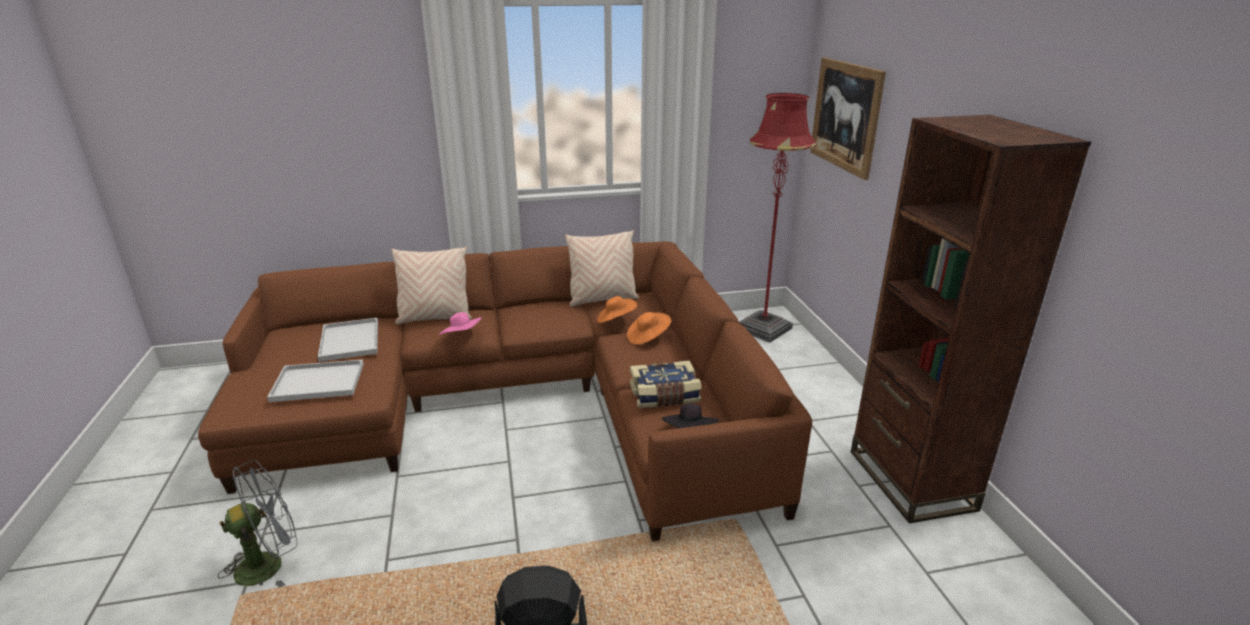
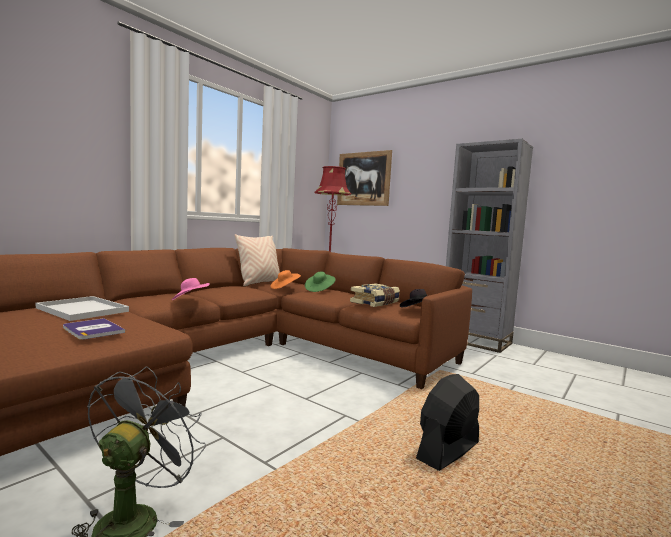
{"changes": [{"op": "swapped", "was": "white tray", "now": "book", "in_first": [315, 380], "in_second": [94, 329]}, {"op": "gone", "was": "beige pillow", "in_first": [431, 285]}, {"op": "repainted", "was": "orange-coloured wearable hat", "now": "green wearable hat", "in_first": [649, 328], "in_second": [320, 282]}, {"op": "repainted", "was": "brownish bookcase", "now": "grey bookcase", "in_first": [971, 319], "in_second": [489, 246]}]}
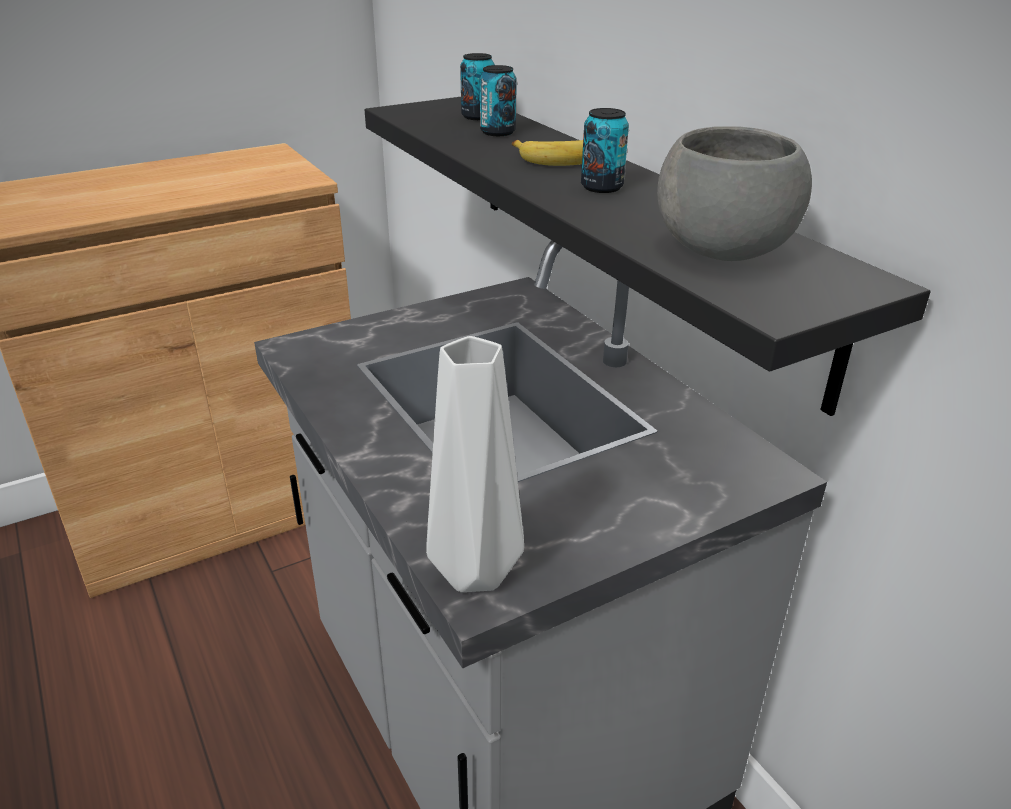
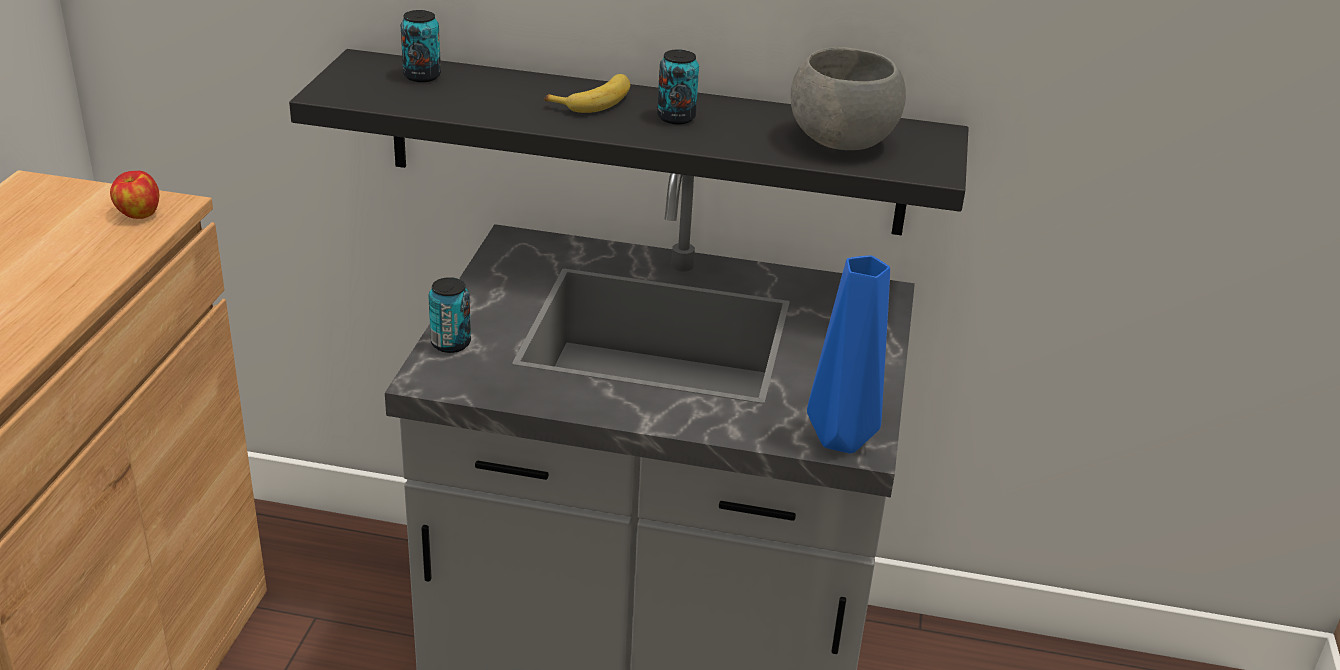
{"changes": [{"op": "repainted", "was": "grey decorative vase", "now": "blue decorative vase", "in_first": [475, 464], "in_second": [848, 354]}, {"op": "shifted", "was": "can", "in_first": [498, 100], "in_second": [449, 315]}, {"op": "new", "now": "whole apple", "in_second": [134, 195]}]}
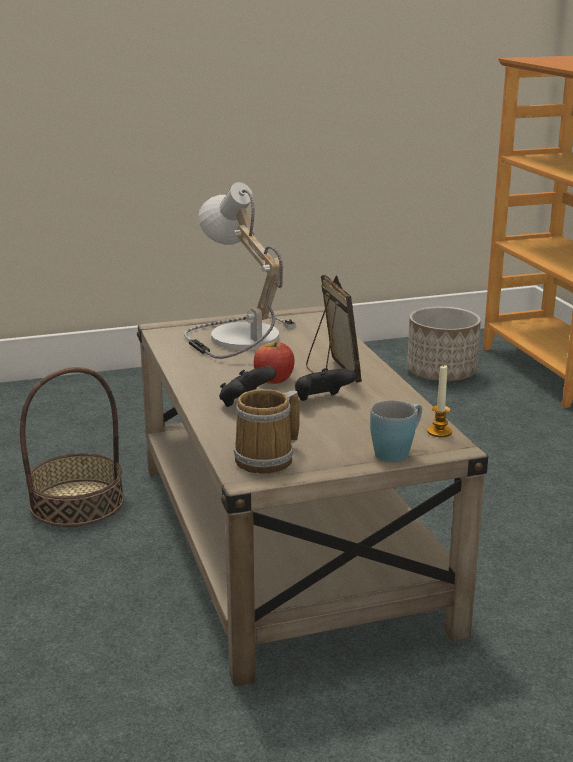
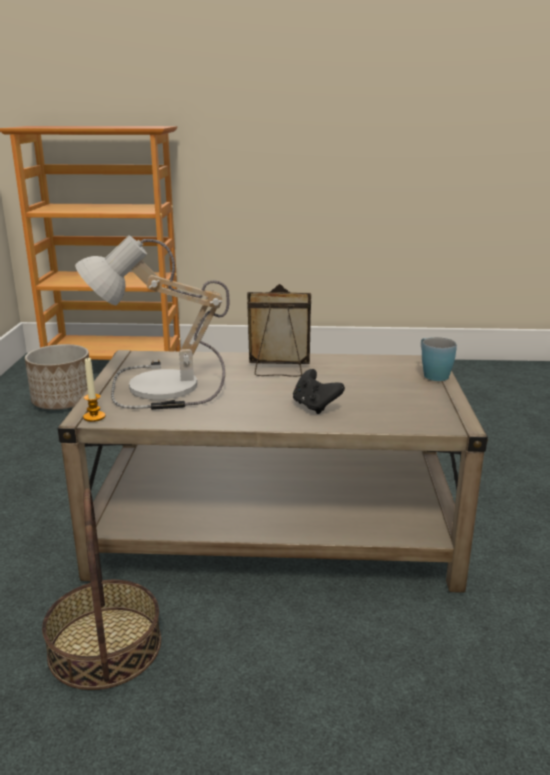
{"changes": [{"op": "gone", "was": "mug", "in_first": [266, 431]}, {"op": "gone", "was": "whole apple", "in_first": [274, 363]}, {"op": "gone", "was": "blackish game controller", "in_first": [325, 384]}, {"op": "shifted", "was": "wax light", "in_first": [439, 401], "in_second": [94, 389]}]}
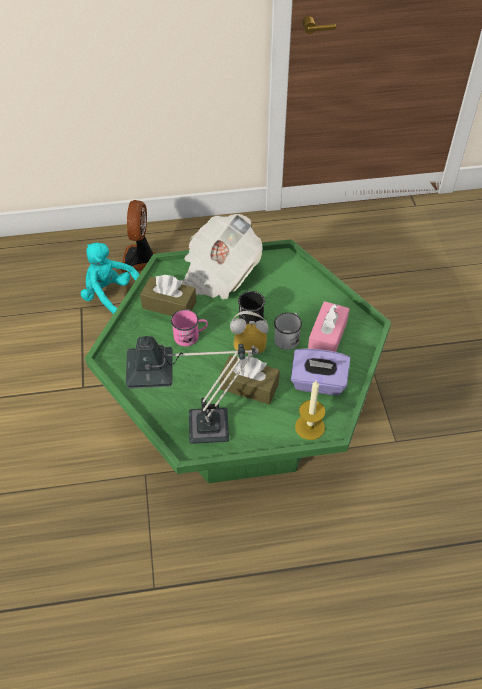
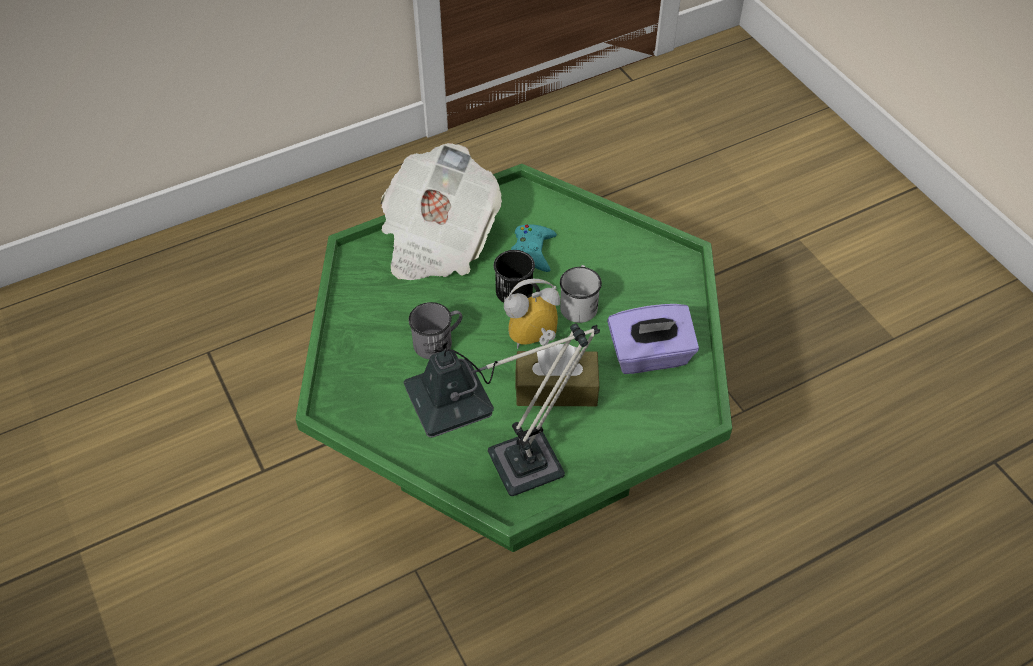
{"changes": [{"op": "gone", "was": "blue-green cuddly toy", "in_first": [110, 278]}, {"op": "gone", "was": "electric fan", "in_first": [138, 236]}, {"op": "gone", "was": "brownish box of tissues", "in_first": [168, 295]}, {"op": "repainted", "was": "pink-coloured mug", "now": "grey mug", "in_first": [189, 327], "in_second": [435, 330]}, {"op": "gone", "was": "wax light", "in_first": [310, 410]}, {"op": "gone", "was": "pink-coloured box of tissues", "in_first": [328, 326]}, {"op": "new", "now": "blue-green game controller", "in_second": [534, 248]}]}
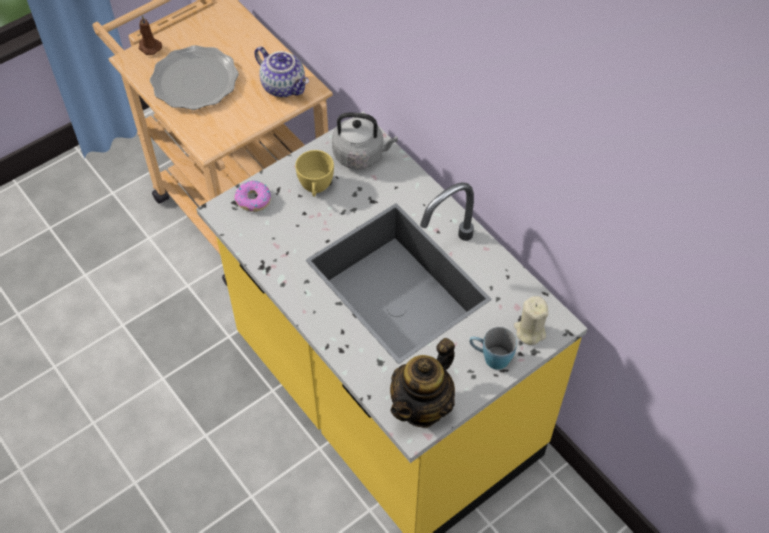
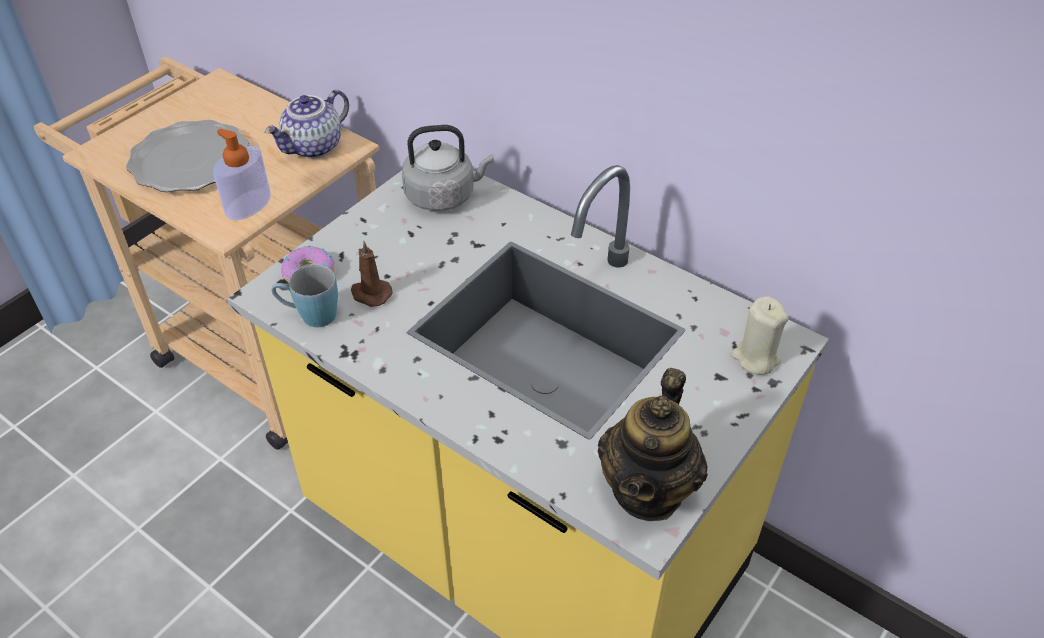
{"changes": [{"op": "shifted", "was": "brownish wax light", "in_first": [150, 35], "in_second": [371, 274]}, {"op": "rotated", "was": "tea pot", "in_first": [281, 72], "in_second": [307, 124], "clockwise": 105}, {"op": "gone", "was": "yellowish drinking cup", "in_first": [314, 173]}, {"op": "shifted", "was": "blue mug", "in_first": [493, 348], "in_second": [305, 296]}, {"op": "new", "now": "liquid soap bottle", "in_second": [242, 175]}]}
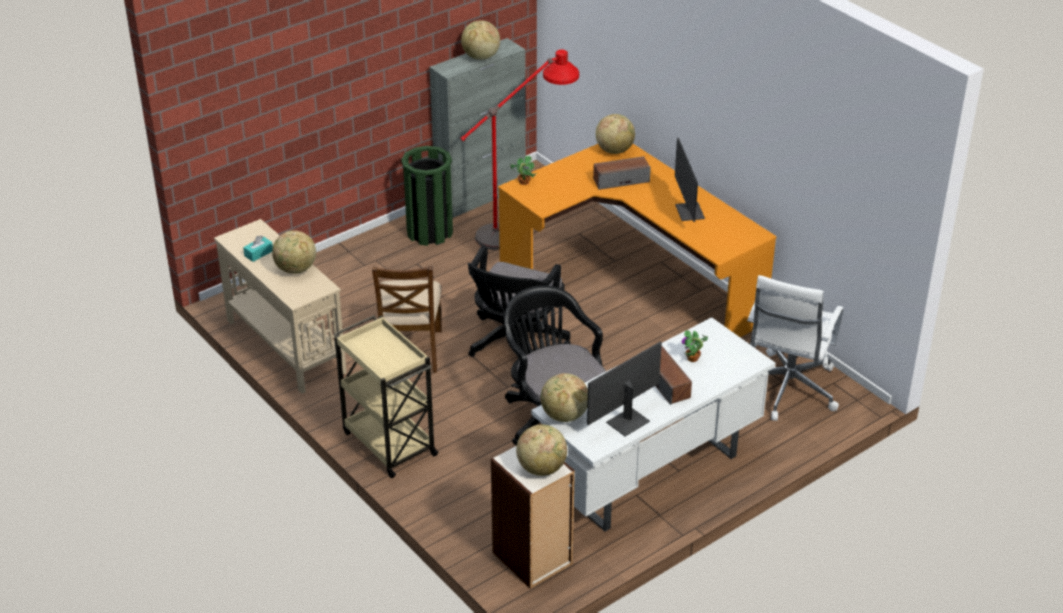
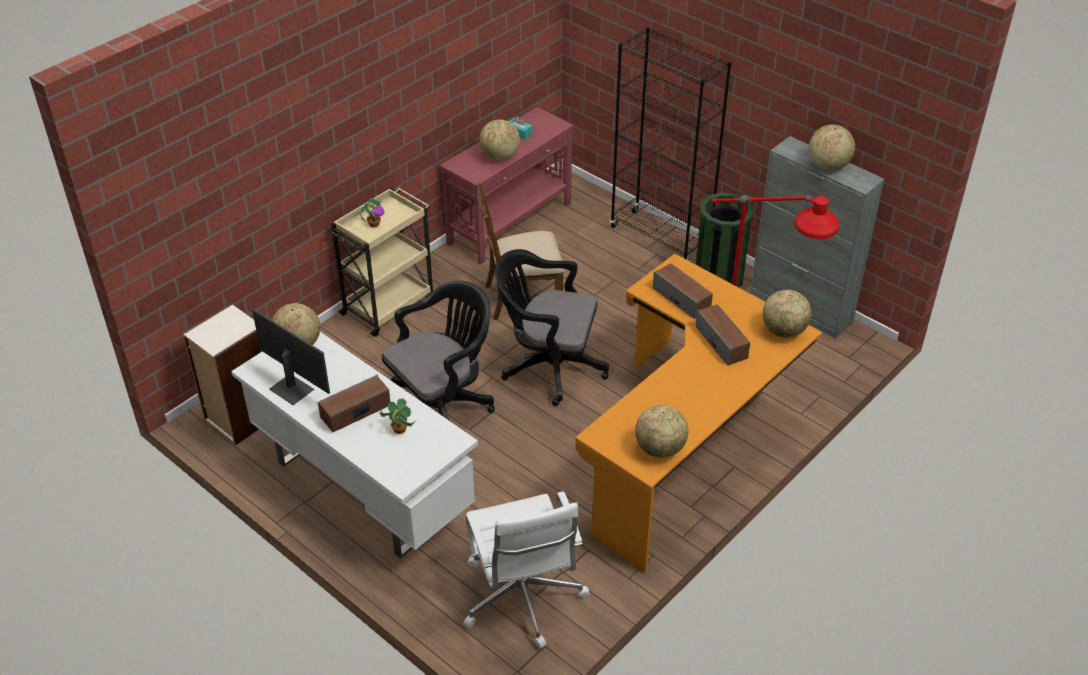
{"changes": [{"op": "repainted", "was": "beige console table", "now": "red-coloured console table", "in_first": [280, 306], "in_second": [507, 186]}, {"op": "shifted", "was": "houseplant", "in_first": [523, 170], "in_second": [372, 212]}, {"op": "shifted", "was": "desk globe", "in_first": [541, 450], "in_second": [661, 431]}, {"op": "gone", "was": "computer screen", "in_first": [690, 180]}, {"op": "rotated", "was": "white office chair", "in_first": [795, 348], "in_second": [526, 570], "clockwise": -120}, {"op": "new", "now": "blackish bookcase", "in_second": [670, 144]}, {"op": "new", "now": "speaker", "in_second": [683, 291]}]}
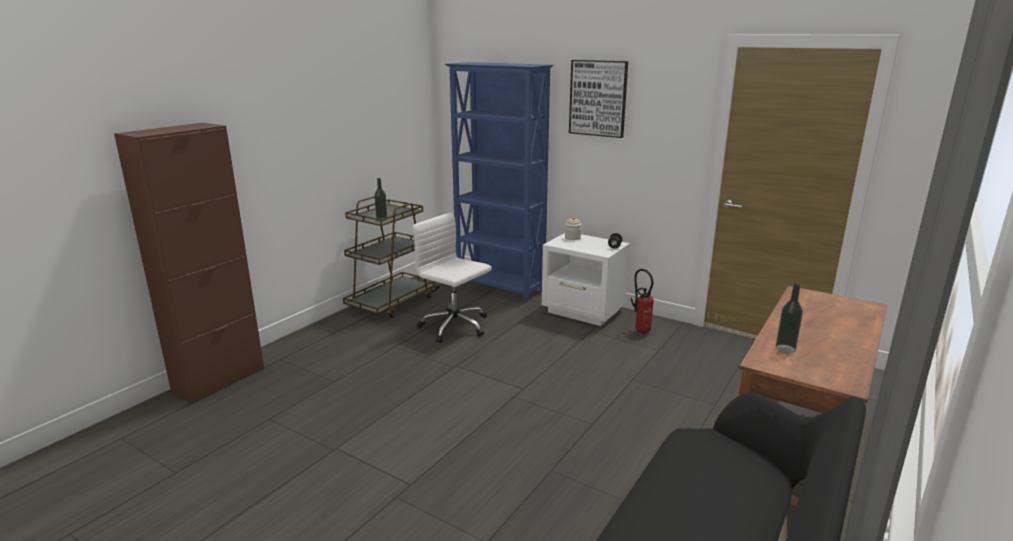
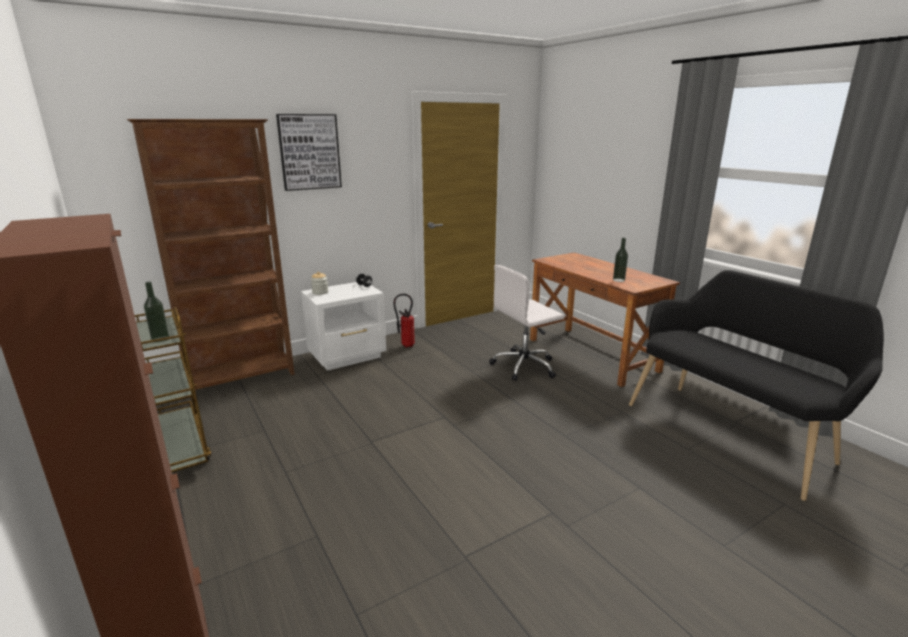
{"changes": [{"op": "shifted", "was": "white office chair", "in_first": [452, 278], "in_second": [526, 323]}, {"op": "repainted", "was": "blue bookcase", "now": "brownish bookcase", "in_first": [499, 182], "in_second": [211, 259]}]}
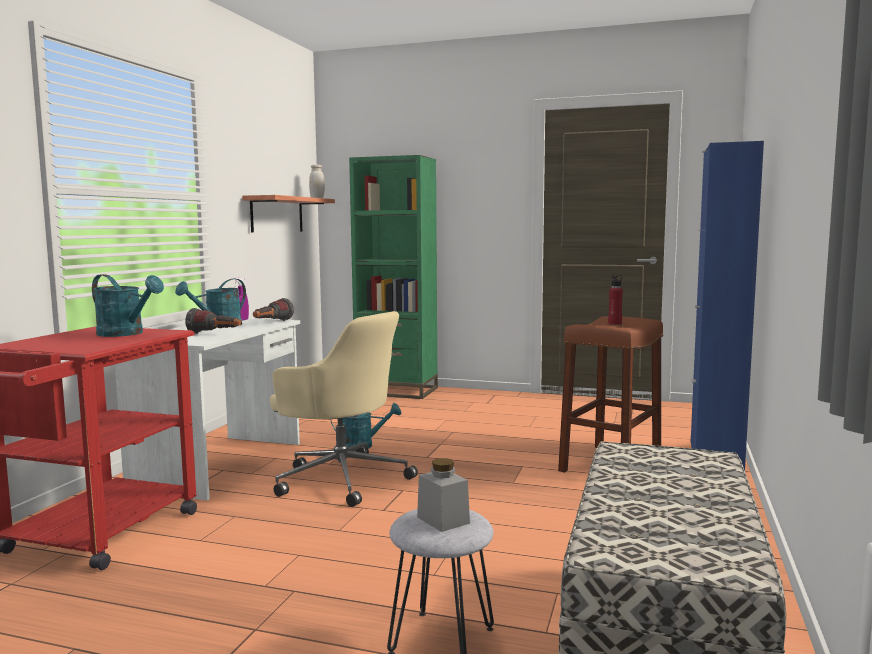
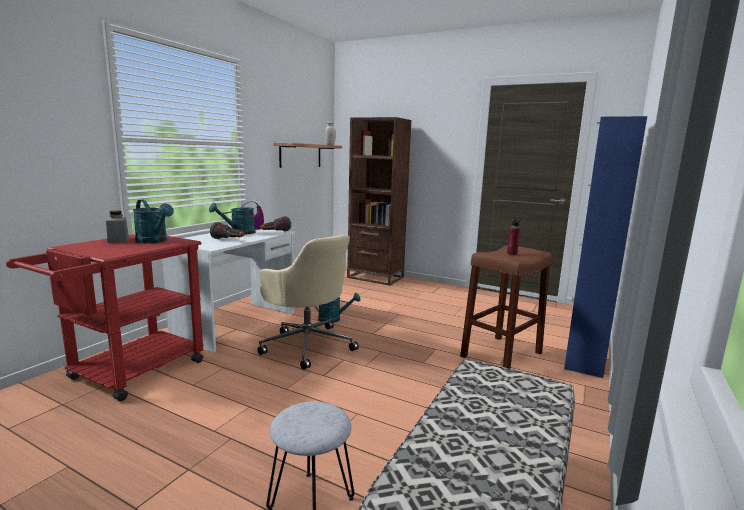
{"changes": [{"op": "repainted", "was": "green bookcase", "now": "brownish bookcase", "in_first": [393, 277], "in_second": [379, 201]}, {"op": "shifted", "was": "grey storage jar", "in_first": [443, 495], "in_second": [117, 227]}]}
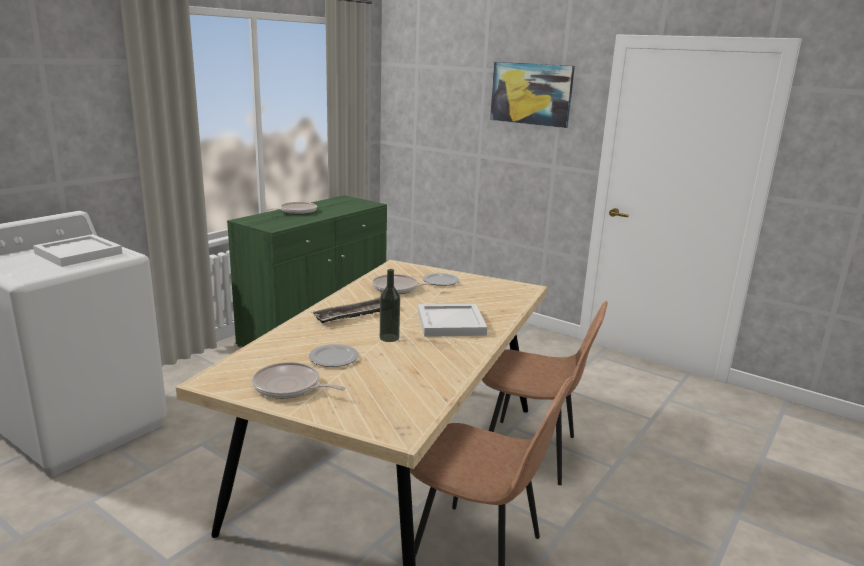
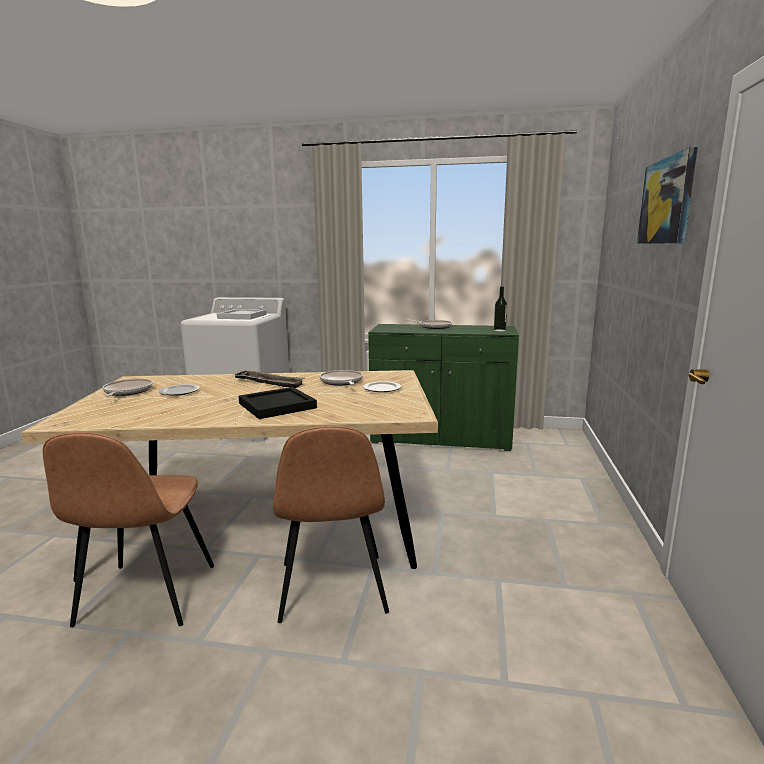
{"changes": [{"op": "shifted", "was": "drink bottle", "in_first": [390, 305], "in_second": [500, 309]}, {"op": "repainted", "was": "white tray", "now": "blackish tray", "in_first": [452, 320], "in_second": [278, 403]}]}
